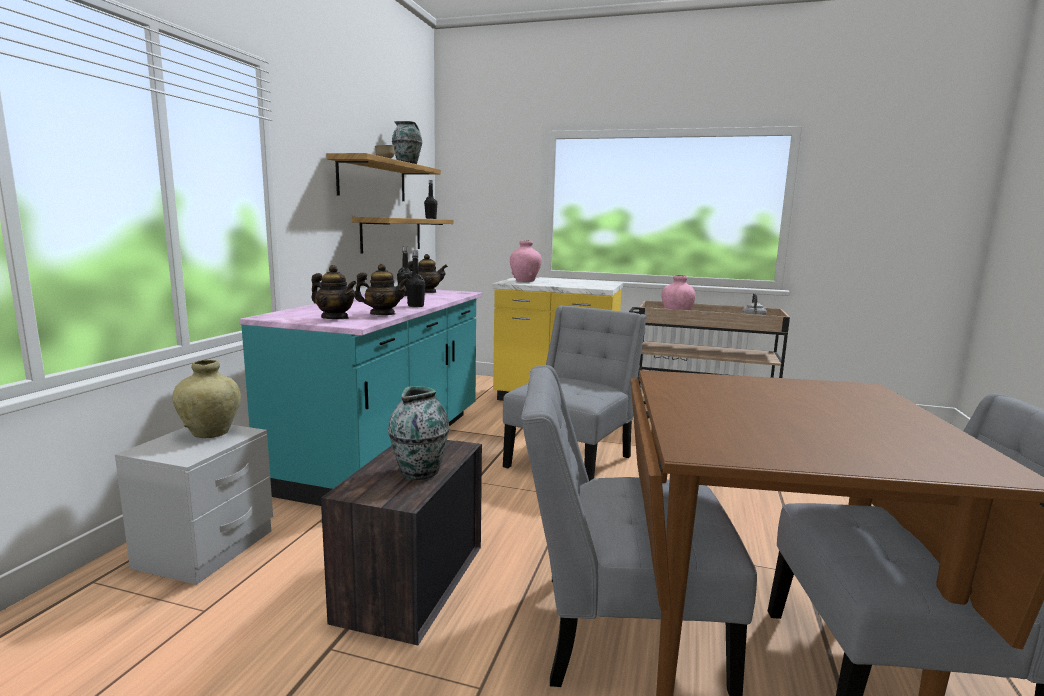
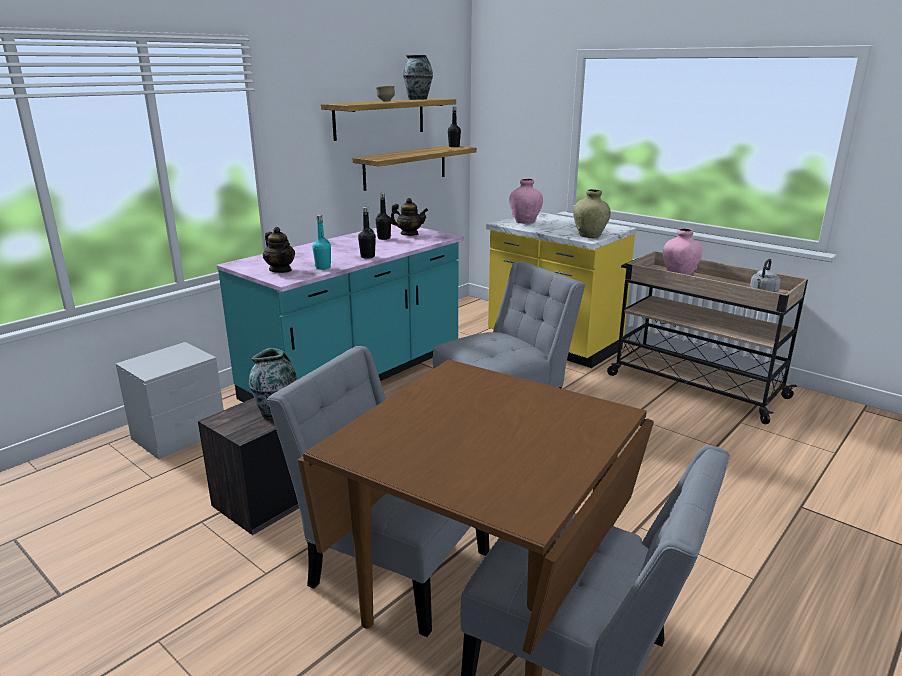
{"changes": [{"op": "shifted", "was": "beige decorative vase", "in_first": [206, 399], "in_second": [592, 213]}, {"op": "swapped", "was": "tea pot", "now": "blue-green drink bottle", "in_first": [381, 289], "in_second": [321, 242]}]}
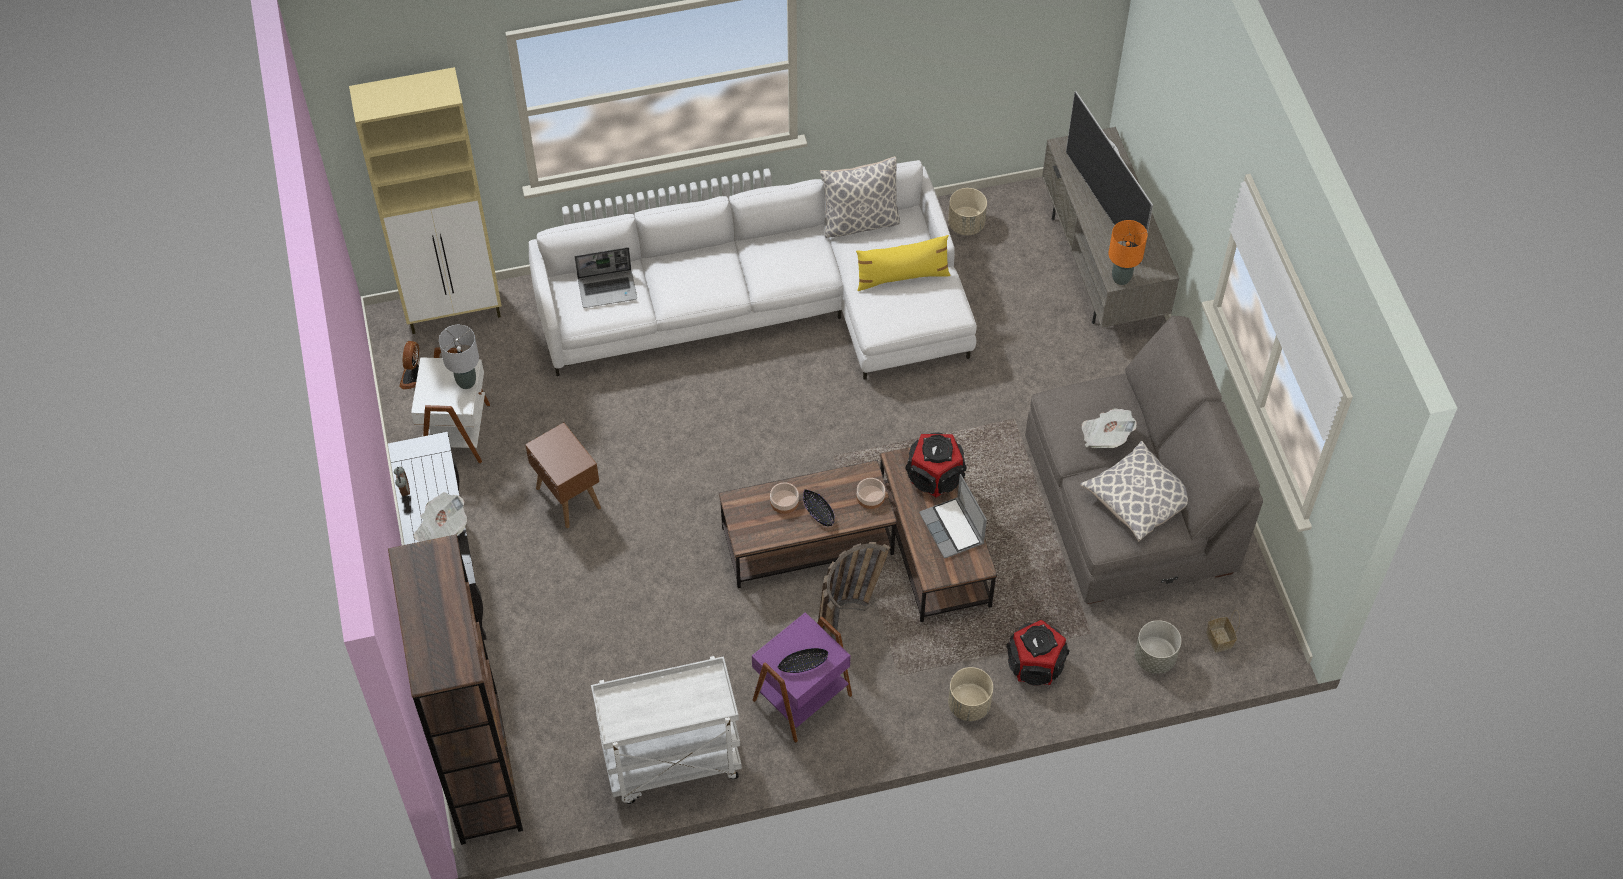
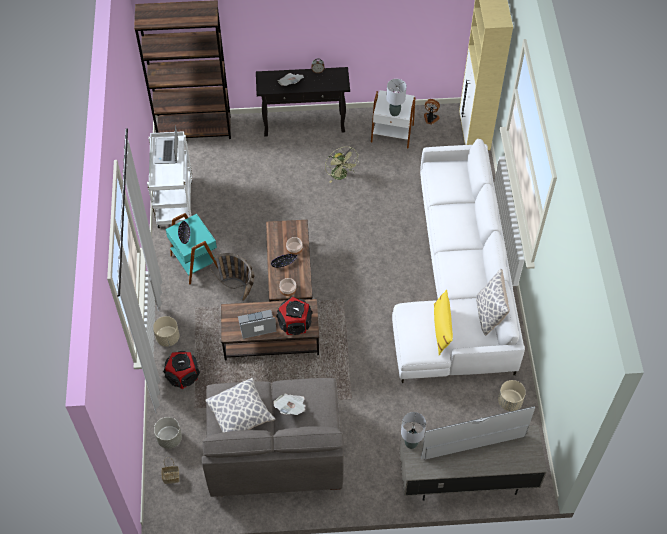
{"changes": [{"op": "swapped", "was": "brownish end table", "now": "green electric fan", "in_first": [563, 475], "in_second": [342, 165]}, {"op": "shifted", "was": "portable computer", "in_first": [606, 277], "in_second": [166, 144]}, {"op": "repainted", "was": "purple end table", "now": "blue-green end table", "in_first": [802, 677], "in_second": [191, 249]}, {"op": "repainted", "was": "orange-coloured lamp for a table", "now": "grey lamp for a table", "in_first": [1128, 252], "in_second": [413, 430]}]}
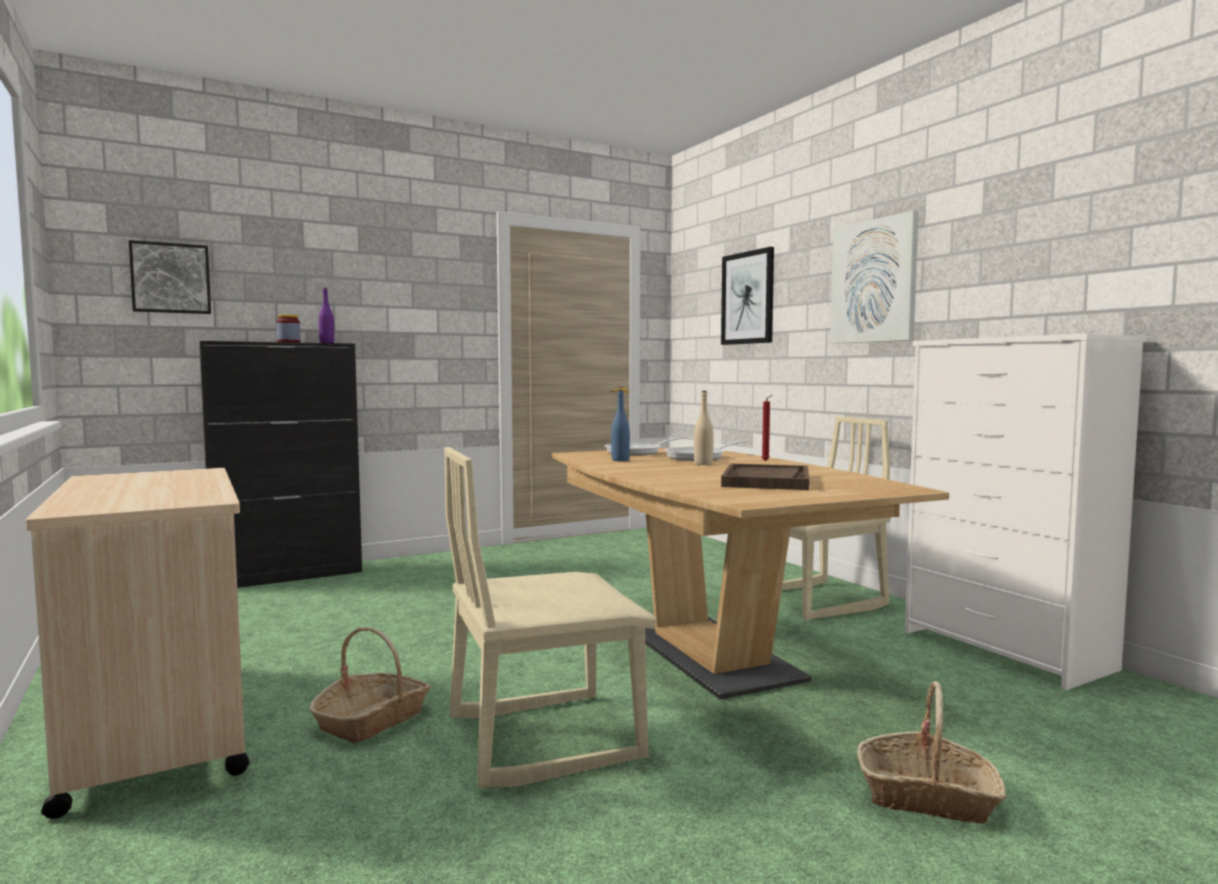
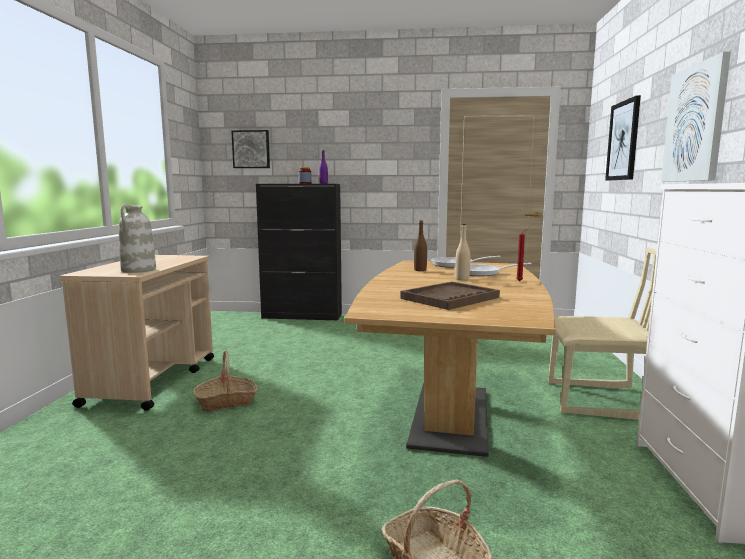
{"changes": [{"op": "gone", "was": "beige plain chair", "in_first": [550, 617]}, {"op": "repainted", "was": "blue drink bottle", "now": "brownish drink bottle", "in_first": [620, 425], "in_second": [420, 246]}, {"op": "new", "now": "white decorative vase", "in_second": [137, 238]}]}
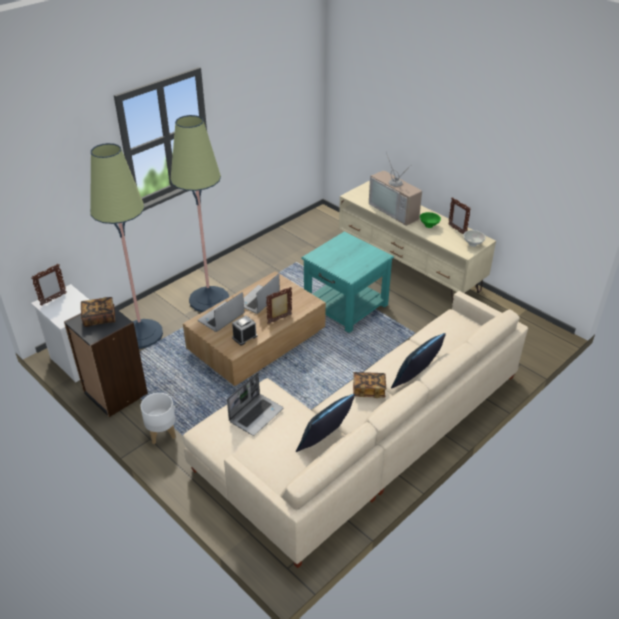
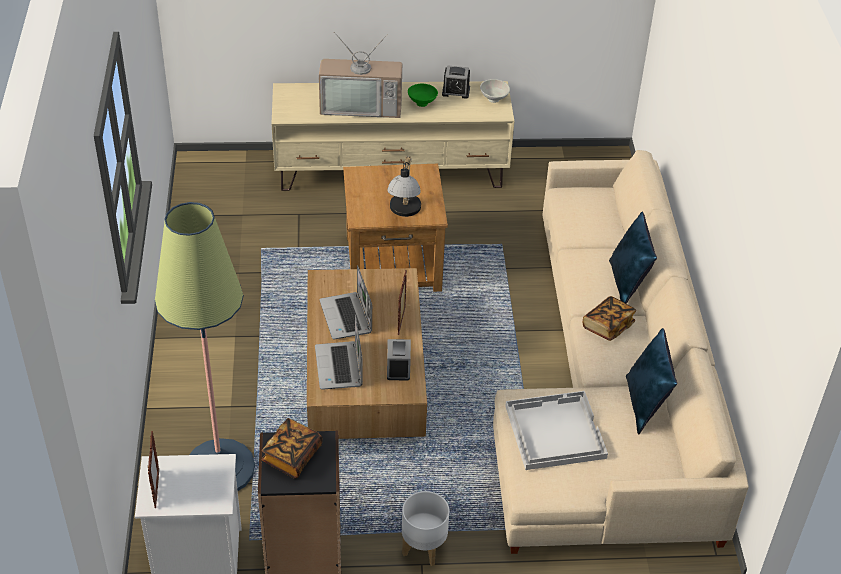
{"changes": [{"op": "gone", "was": "floor lamp", "in_first": [199, 213]}, {"op": "swapped", "was": "portable computer", "now": "white tray", "in_first": [255, 404], "in_second": [556, 430]}, {"op": "repainted", "was": "blue-green end table", "now": "brownish end table", "in_first": [348, 282], "in_second": [395, 228]}, {"op": "swapped", "was": "photo frame", "now": "table clock", "in_first": [459, 215], "in_second": [456, 82]}, {"op": "new", "now": "lamp for a table", "in_second": [404, 186]}]}
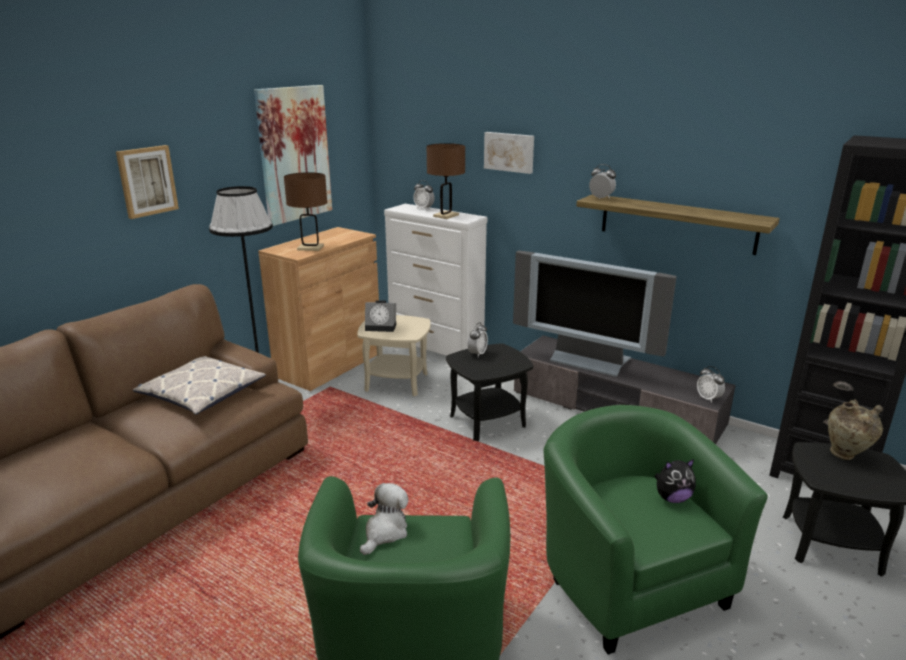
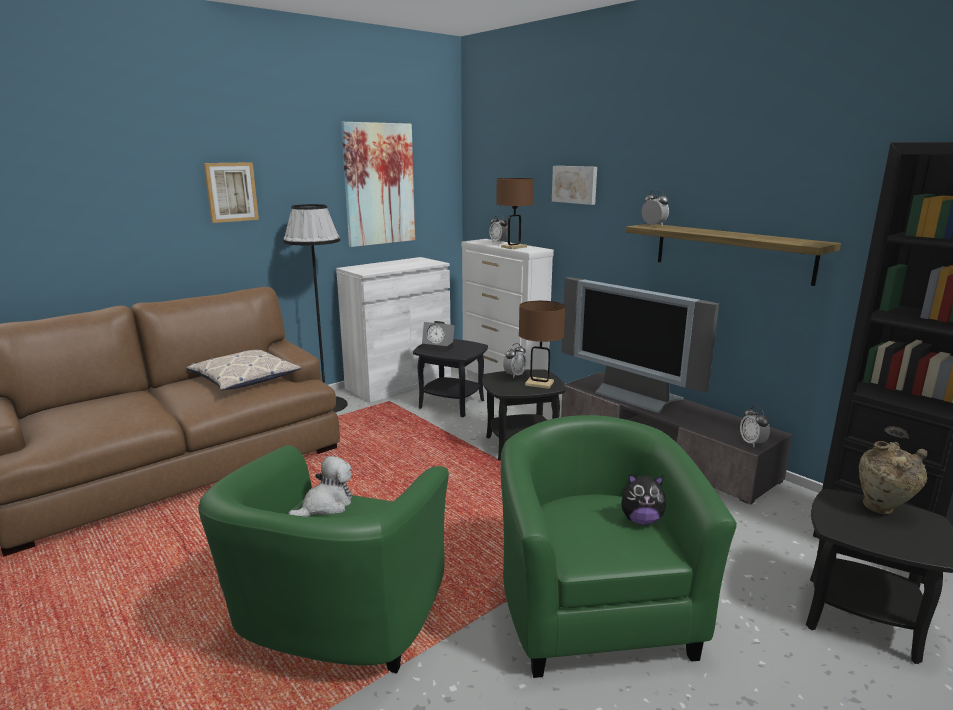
{"changes": [{"op": "repainted", "was": "brownish storage cabinet", "now": "white storage cabinet", "in_first": [318, 309], "in_second": [393, 330]}, {"op": "shifted", "was": "brownish lamp for a table", "in_first": [305, 211], "in_second": [542, 345]}, {"op": "repainted", "was": "beige end table", "now": "blackish end table", "in_first": [394, 355], "in_second": [450, 378]}]}
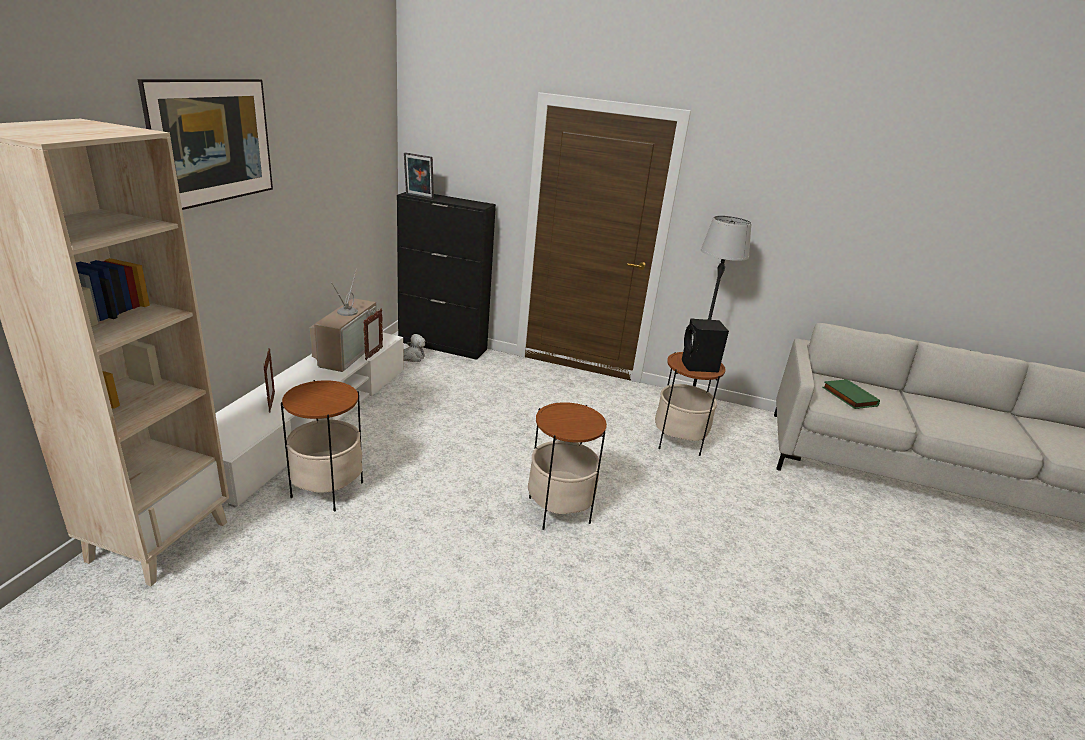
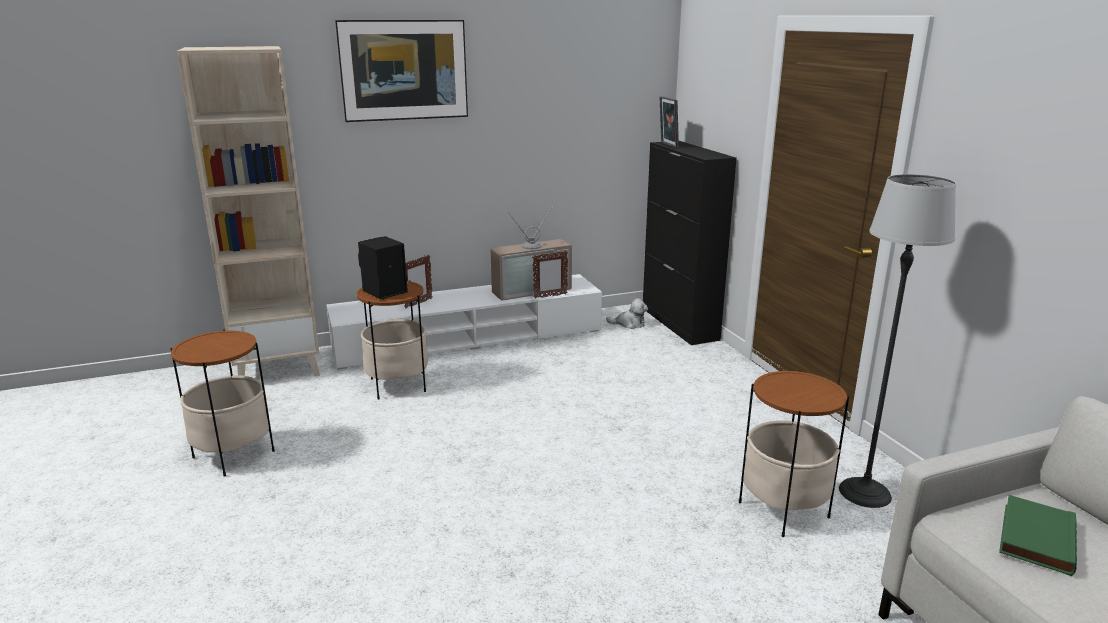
{"changes": [{"op": "shifted", "was": "end table", "in_first": [567, 466], "in_second": [223, 403]}, {"op": "shifted", "was": "blackish speaker", "in_first": [705, 345], "in_second": [383, 268]}]}
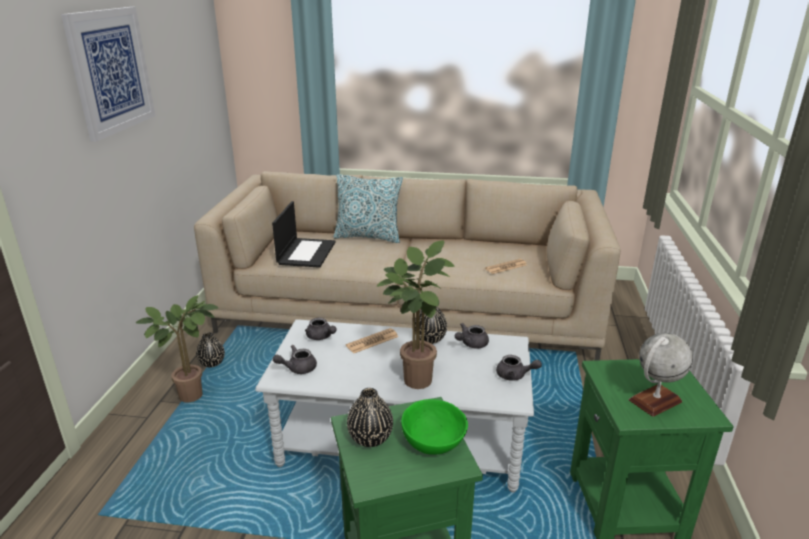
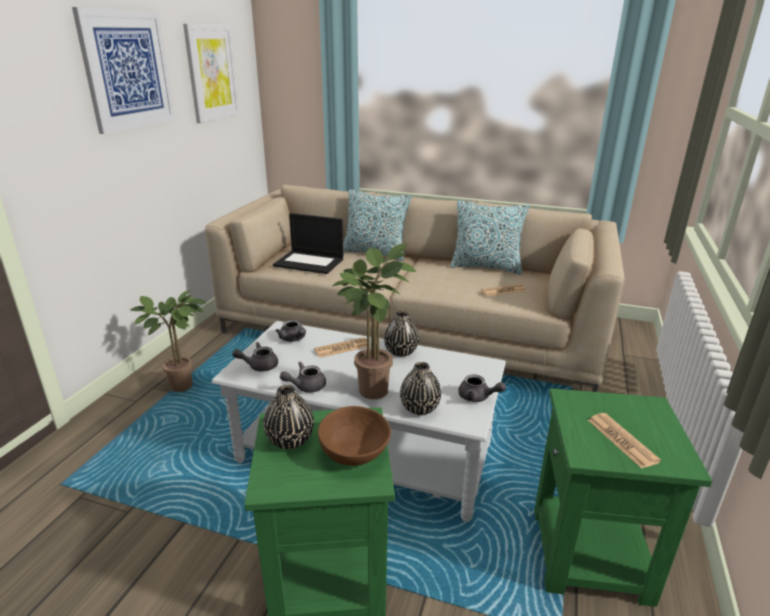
{"changes": [{"op": "shifted", "was": "blackish decorative vase", "in_first": [210, 349], "in_second": [420, 388]}, {"op": "rotated", "was": "portable computer", "in_first": [303, 234], "in_second": [308, 243], "clockwise": 90}, {"op": "repainted", "was": "green serving bowl", "now": "brownish serving bowl", "in_first": [434, 427], "in_second": [354, 436]}, {"op": "shifted", "was": "grey tea pot", "in_first": [472, 336], "in_second": [303, 377]}, {"op": "swapped", "was": "desk globe", "now": "daily paper", "in_first": [661, 375], "in_second": [624, 440]}, {"op": "new", "now": "wall art", "in_second": [211, 73]}, {"op": "new", "now": "pillow", "in_second": [490, 237]}]}
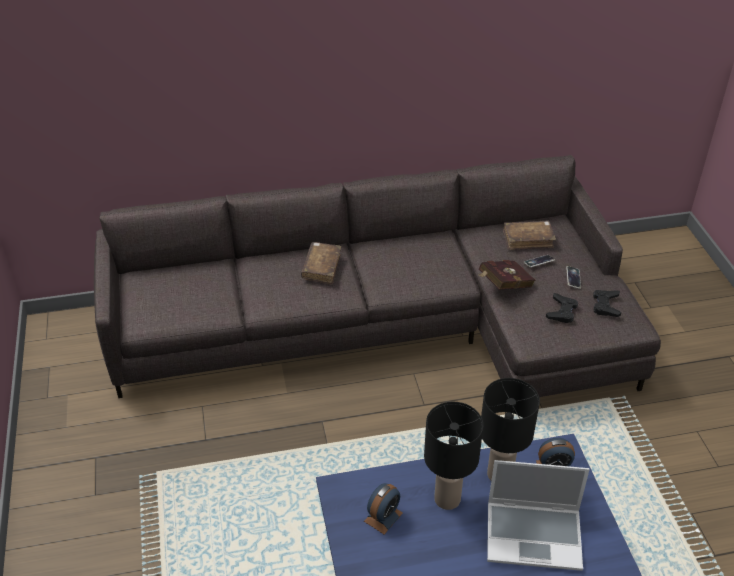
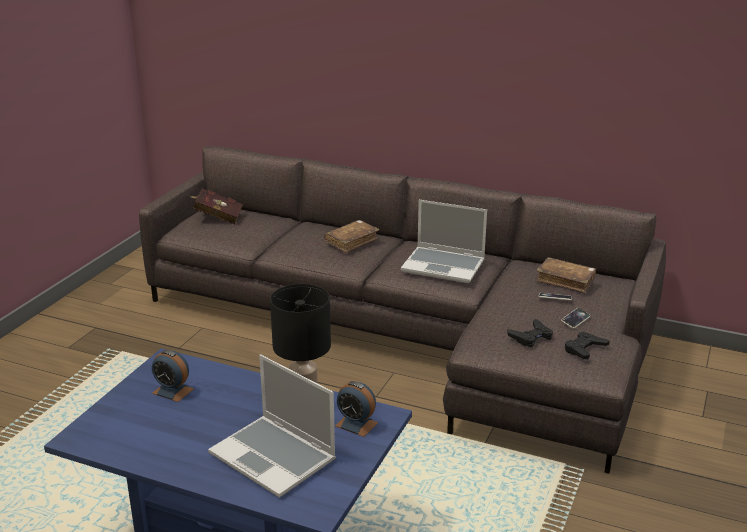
{"changes": [{"op": "rotated", "was": "table clock", "in_first": [383, 508], "in_second": [173, 376], "clockwise": 45}, {"op": "gone", "was": "blackish lamp for a table", "in_first": [453, 456]}, {"op": "shifted", "was": "red-coloured book", "in_first": [507, 275], "in_second": [216, 206]}, {"op": "new", "now": "portable computer", "in_second": [444, 241]}]}
